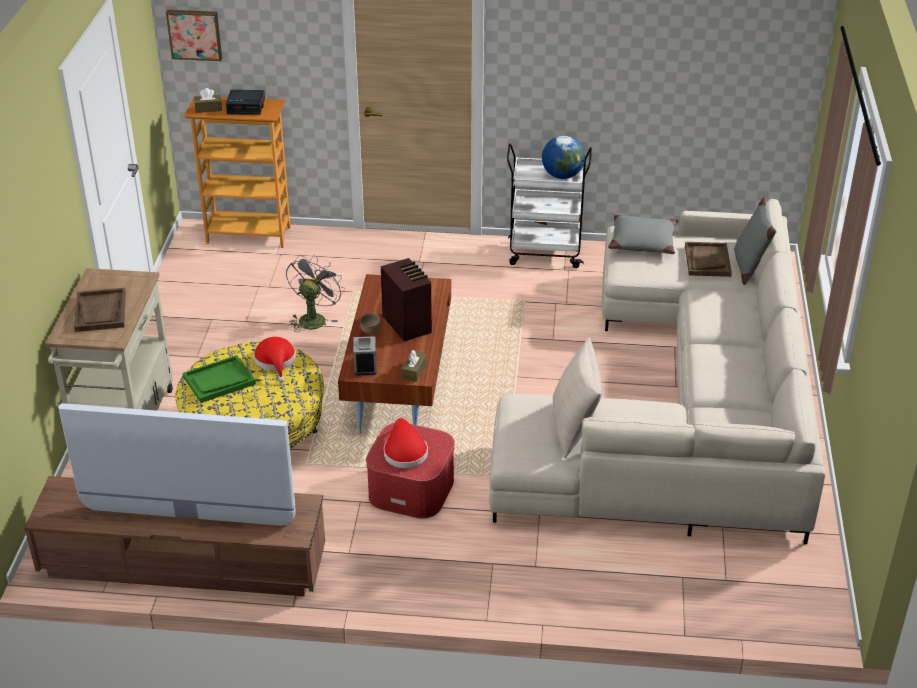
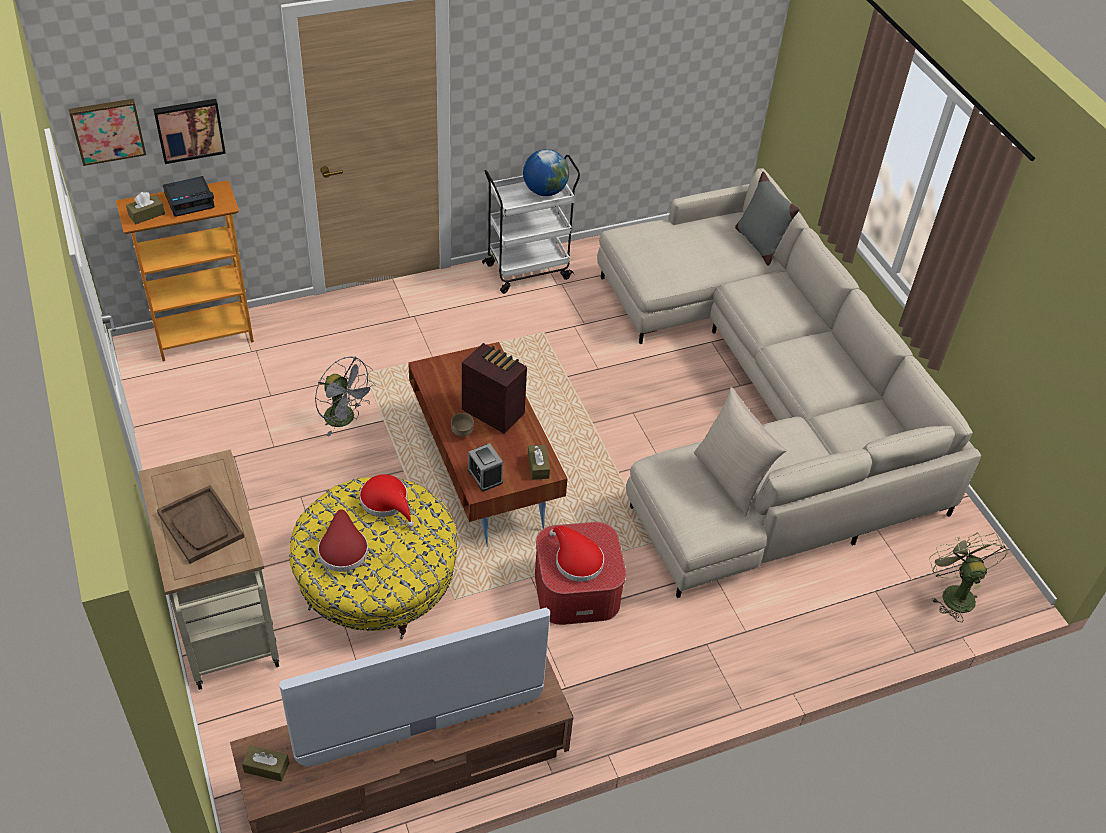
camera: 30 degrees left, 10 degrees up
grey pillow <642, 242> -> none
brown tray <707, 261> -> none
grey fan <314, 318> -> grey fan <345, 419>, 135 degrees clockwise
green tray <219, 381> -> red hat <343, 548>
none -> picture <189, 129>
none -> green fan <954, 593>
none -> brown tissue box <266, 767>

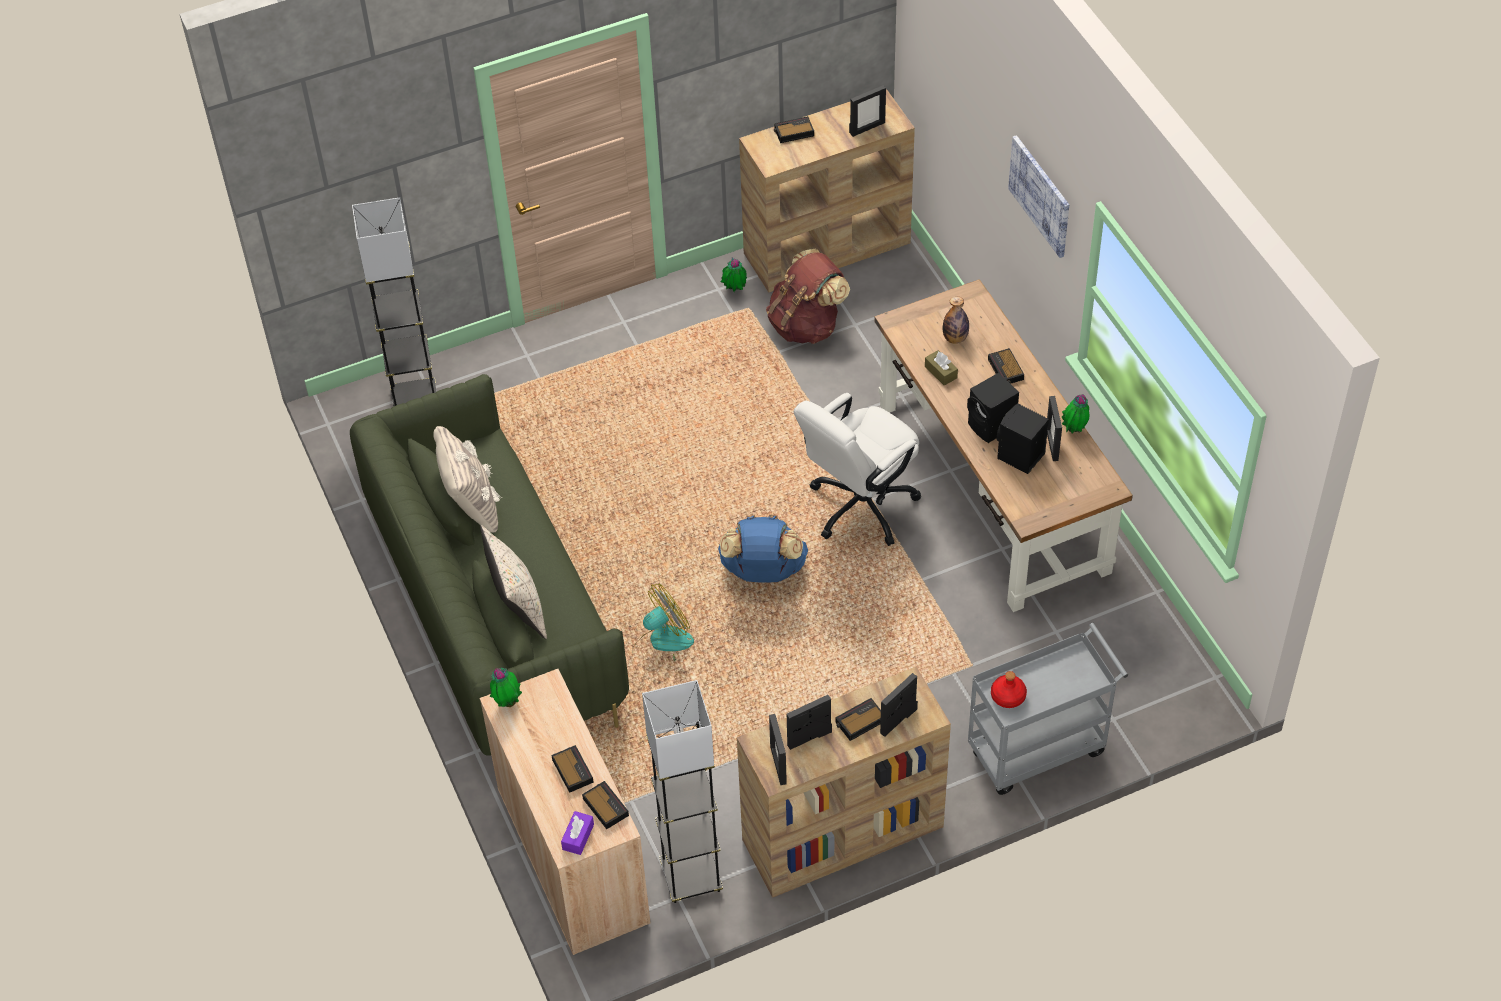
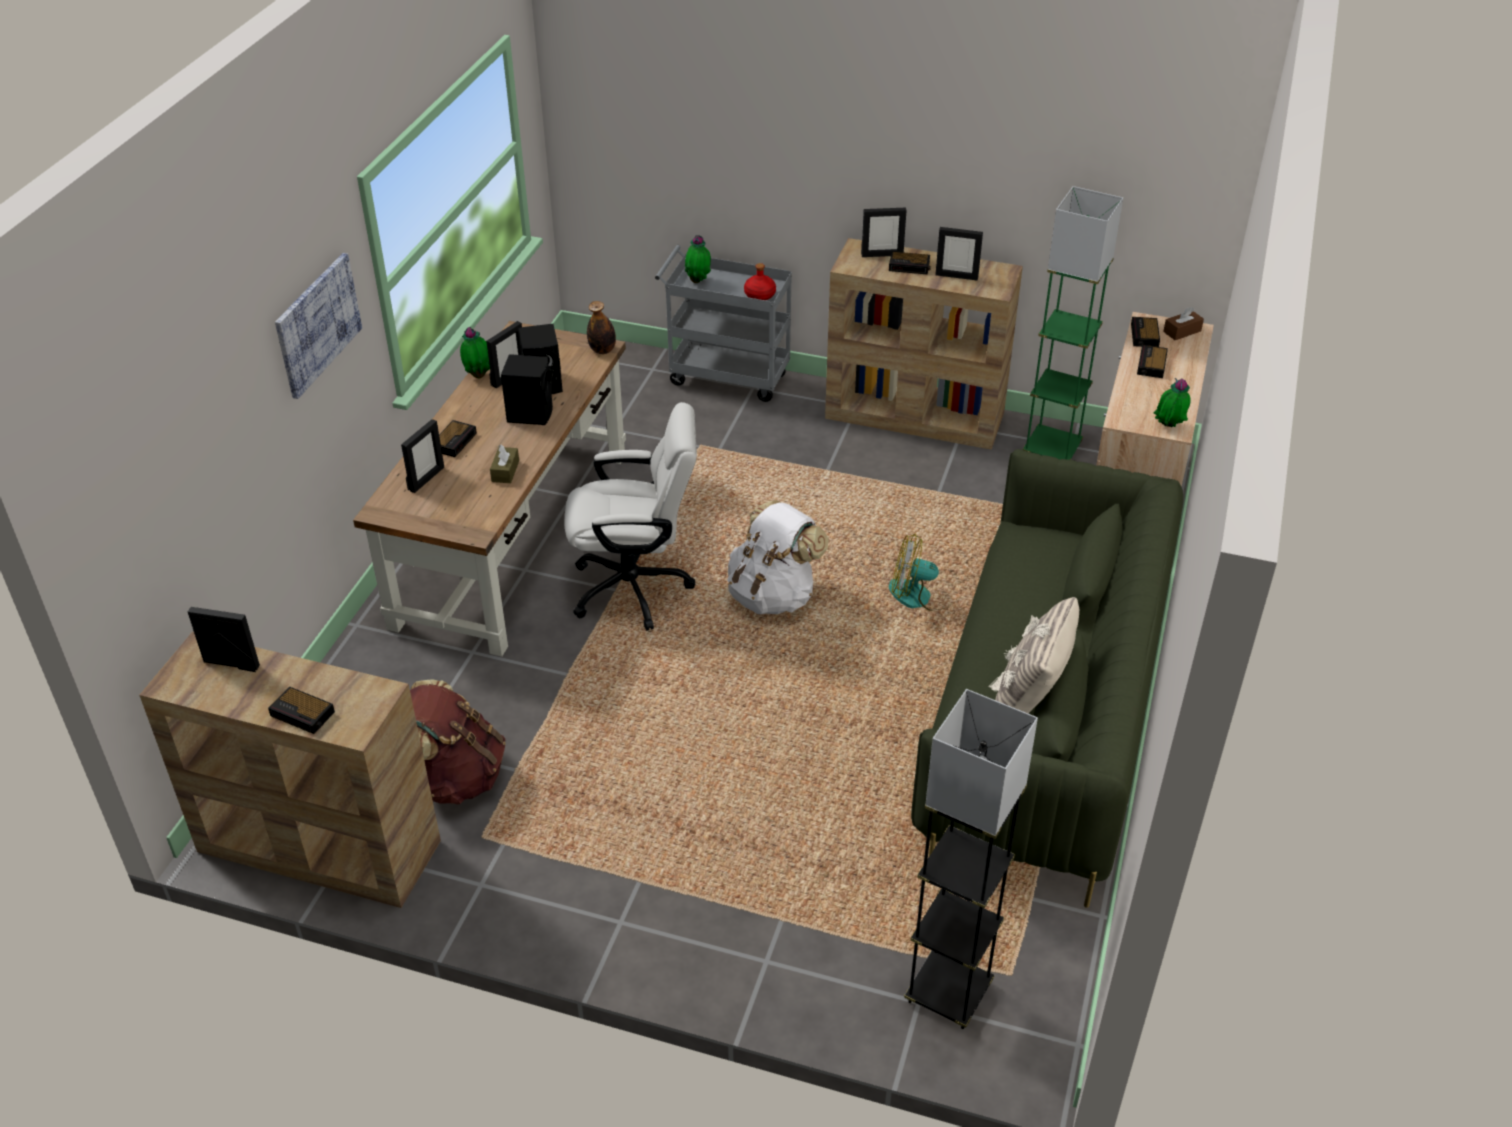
camera: 140 degrees left, 10 degrees down
potted plant <734, 291> -> potted plant <698, 281>, moved
bottle <955, 338> -> bottle <602, 350>, moved
blue backpack <763, 571> -> white backpack <773, 595>
beige pillow <518, 607> -> none
grey floor lamp <691, 877> -> green floor lamp <1051, 450>
picture frame <779, 765> -> picture frame <426, 478>, moved
purple tissue box <578, 837> -> brown tissue box <1182, 331>

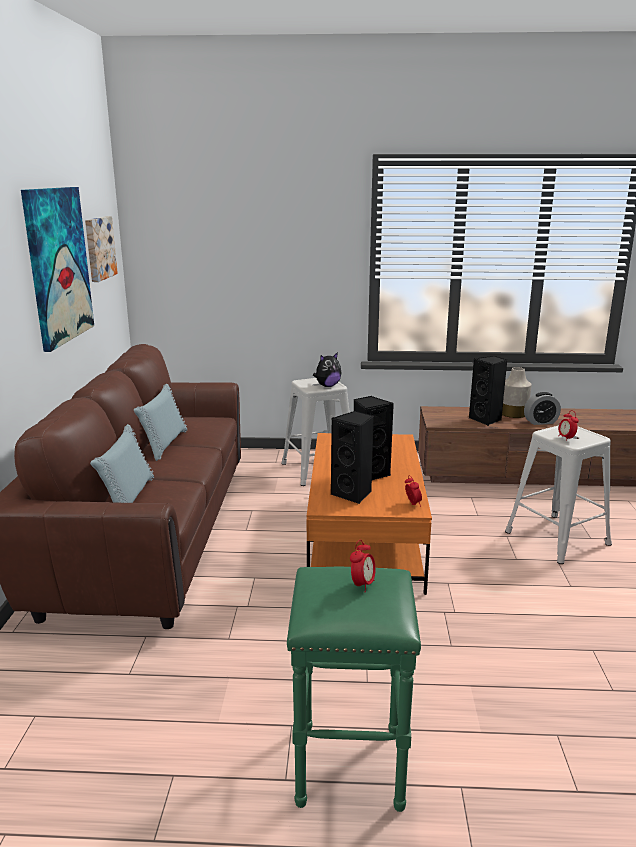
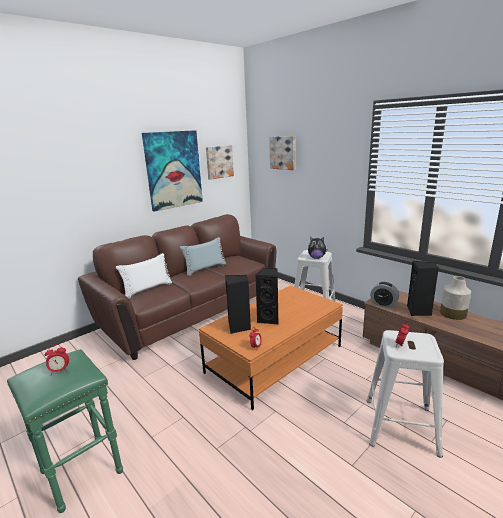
camera: 45 degrees right, 0 degrees up
alarm clock <540, 422> -> alarm clock <383, 304>, moved
blue pillow <128, 498> -> white pillow <147, 289>
none -> picture <283, 152>

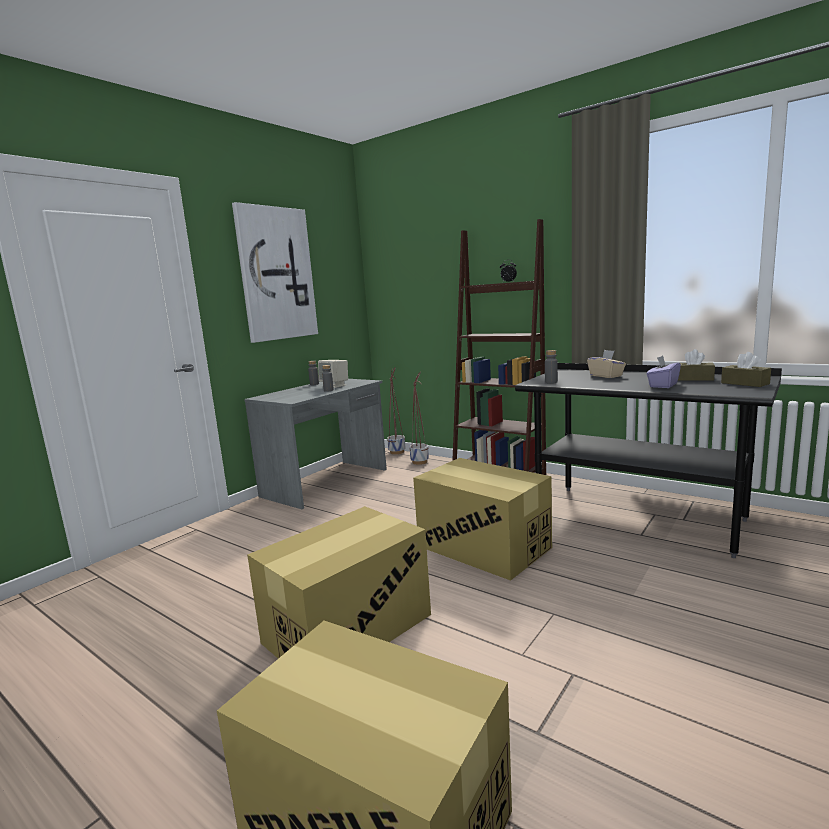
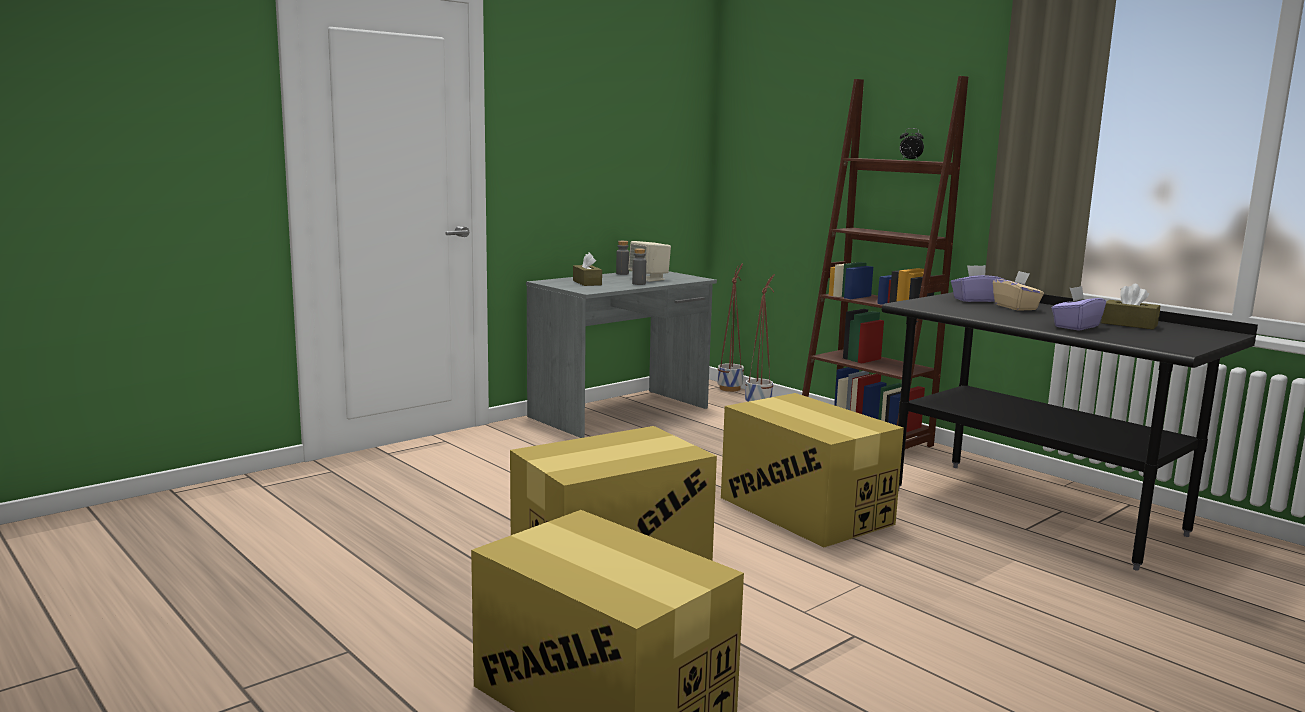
camera: 10 degrees right, 0 degrees up
picture <276, 274> -> none
grey bottle <551, 382> -> none
brown tissue box <745, 383> -> brown tissue box <587, 283>, moved
none -> purple tissue box <974, 300>

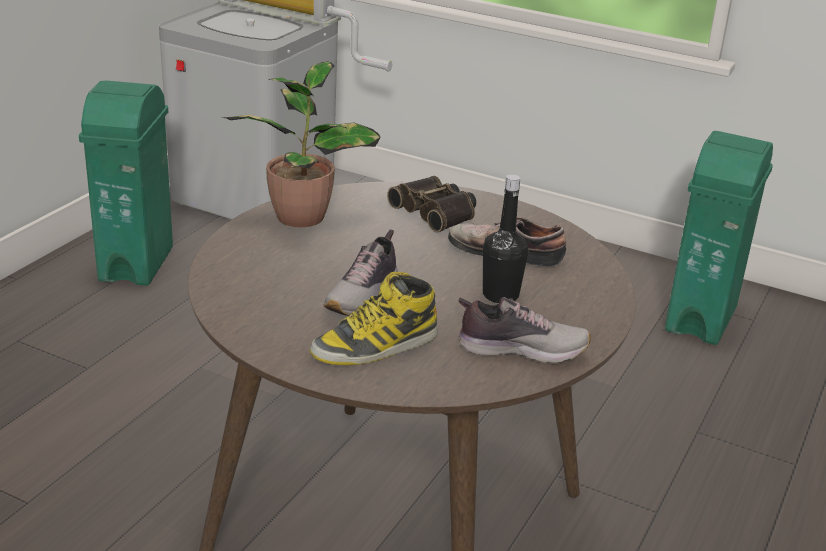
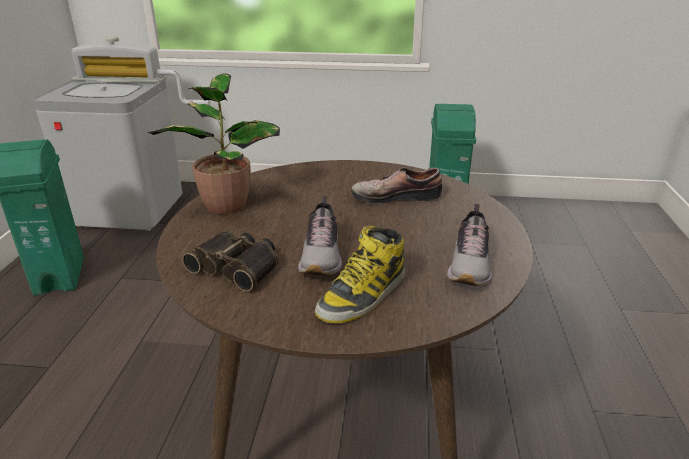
camera: 20 degrees left, 0 degrees up
black bottle <500, 295> -> none
binoculars <436, 212> -> binoculars <238, 266>, moved
shoe <521, 348> -> shoe <470, 265>, 120 degrees clockwise

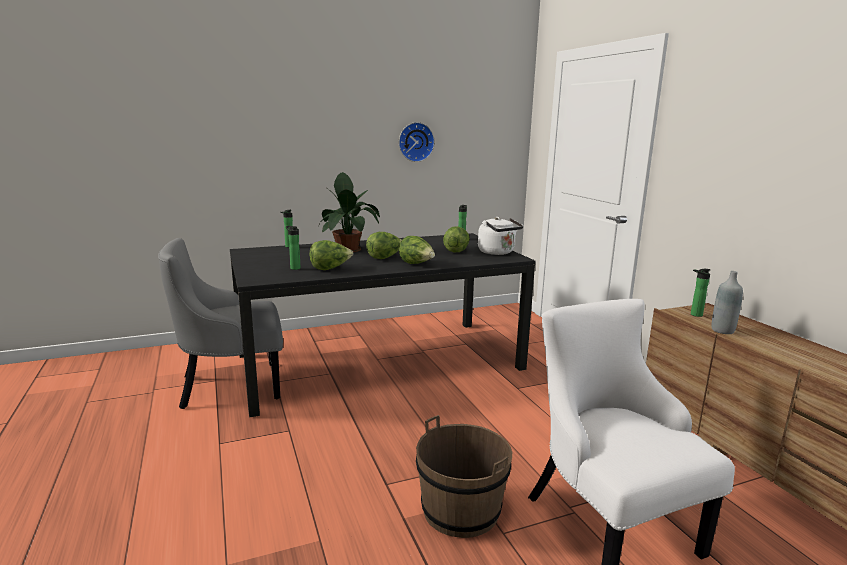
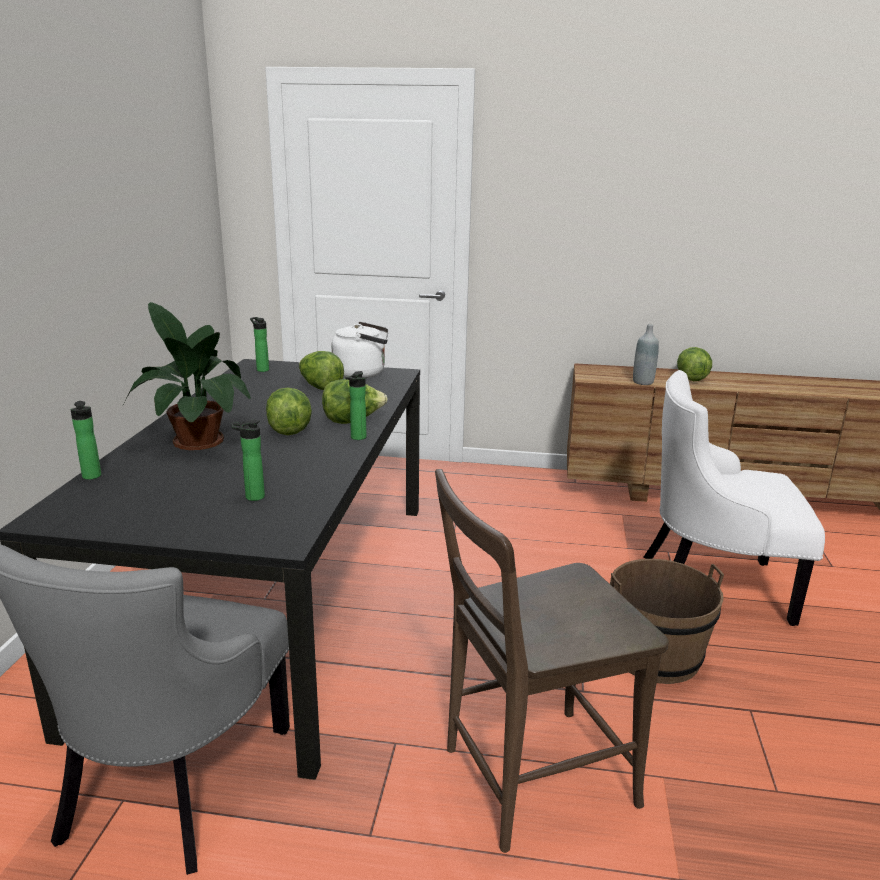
camera: 60 degrees left, 5 degrees up
wall clock <415, 142> -> none
lettuce <330, 268> -> lettuce <690, 378>, moved
bottle <694, 315> -> bottle <357, 438>, moved
none -> brown chair <529, 778>

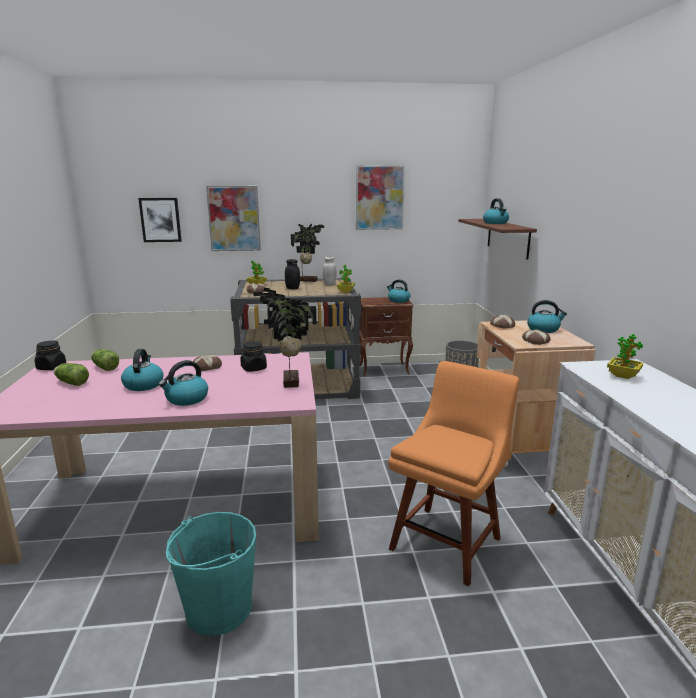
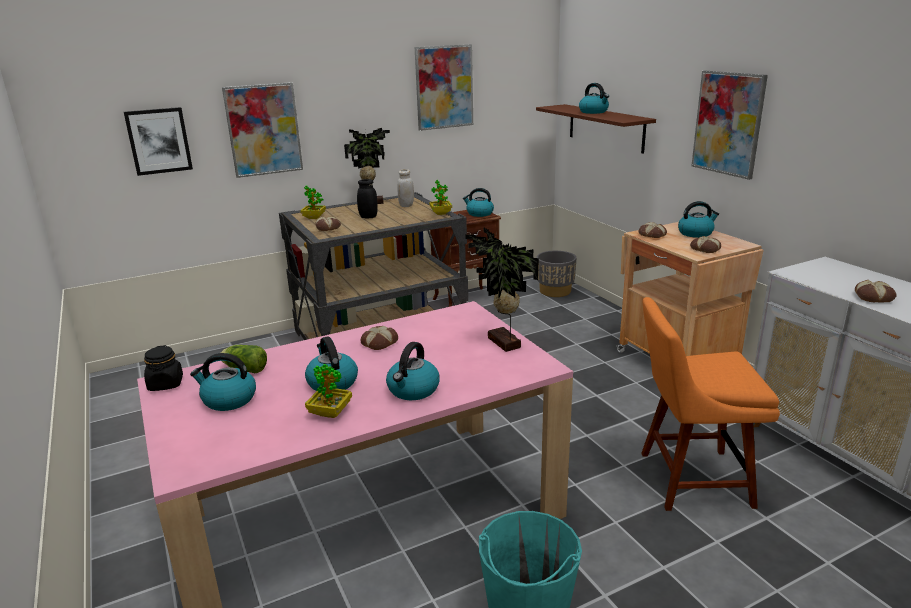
camera: 20 degrees left, 5 degrees up
potted plant <623, 376> -> potted plant <330, 413>, moved
black jar <254, 368> -> none
orange chair <448, 540> -> orange chair <689, 479>, 105 degrees counterclockwise
lettuce <71, 382> -> kettle <228, 400>
none -> picture <728, 123>
none -> bread <874, 297>

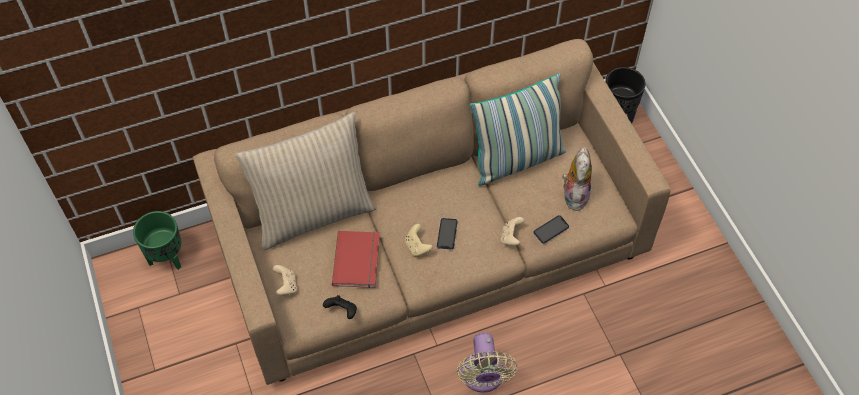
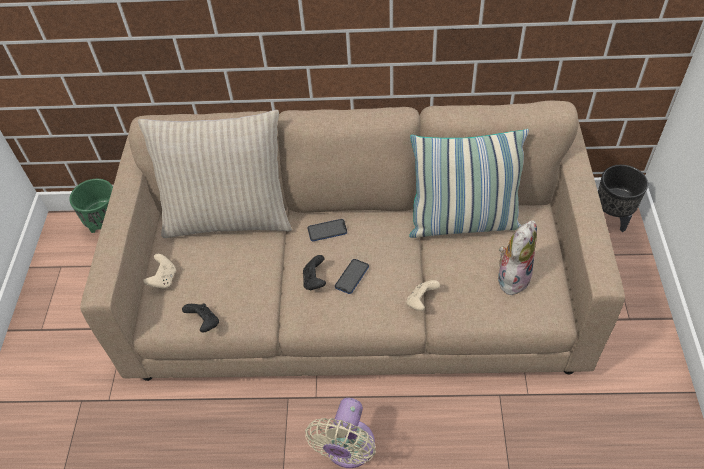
camera: 25 degrees right, 5 degrees down
phone <551, 230> -> phone <327, 231>, moved
beige game controller <417, 247> -> black game controller <315, 280>
red book <358, 260> -> none

